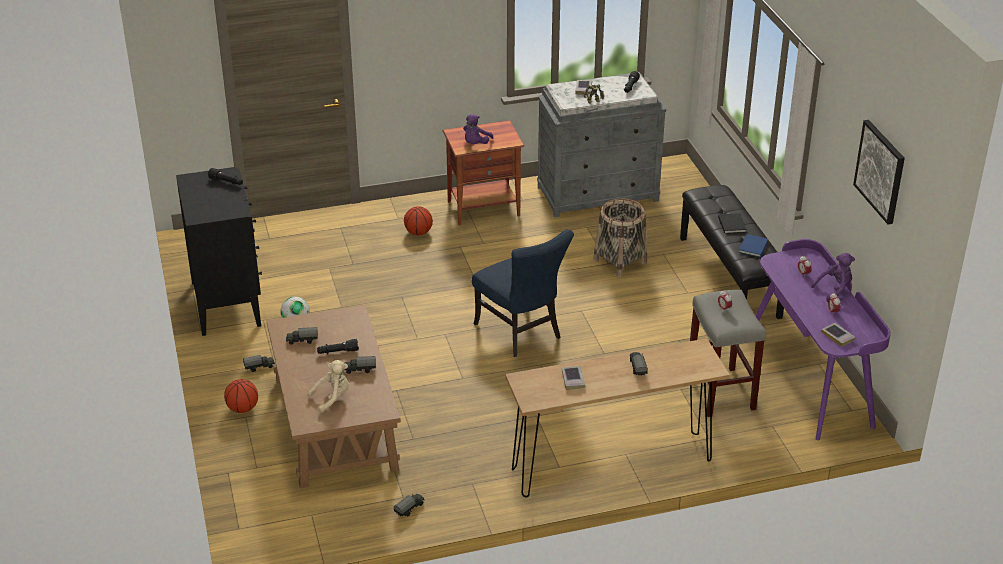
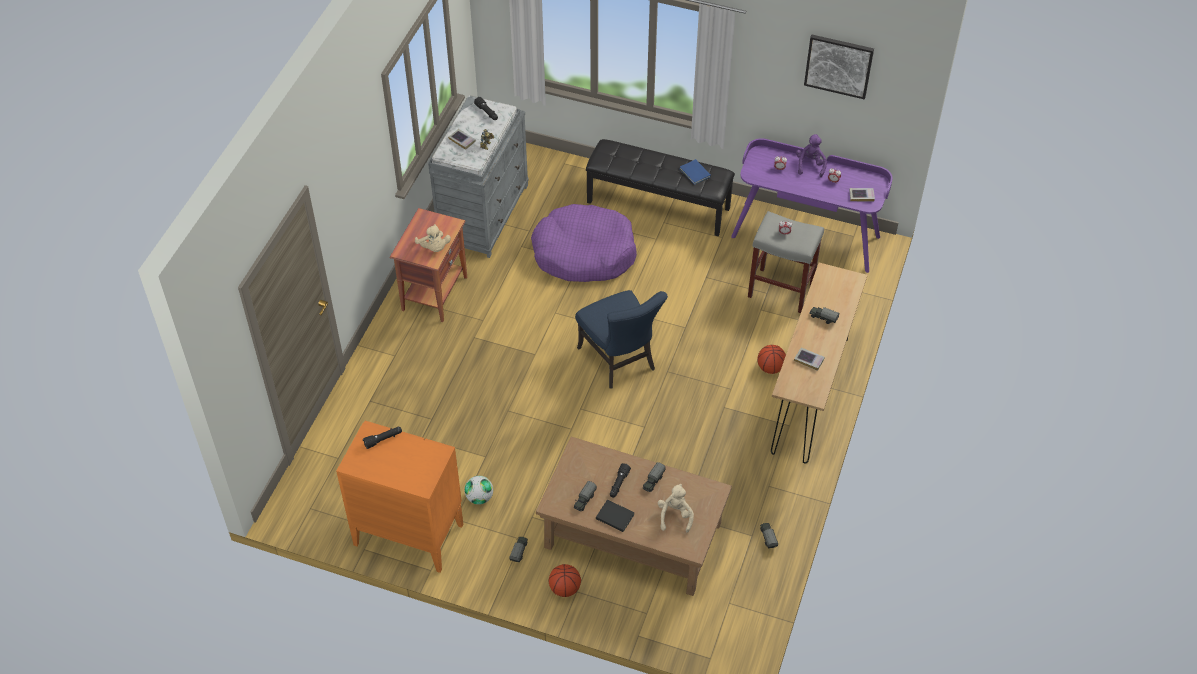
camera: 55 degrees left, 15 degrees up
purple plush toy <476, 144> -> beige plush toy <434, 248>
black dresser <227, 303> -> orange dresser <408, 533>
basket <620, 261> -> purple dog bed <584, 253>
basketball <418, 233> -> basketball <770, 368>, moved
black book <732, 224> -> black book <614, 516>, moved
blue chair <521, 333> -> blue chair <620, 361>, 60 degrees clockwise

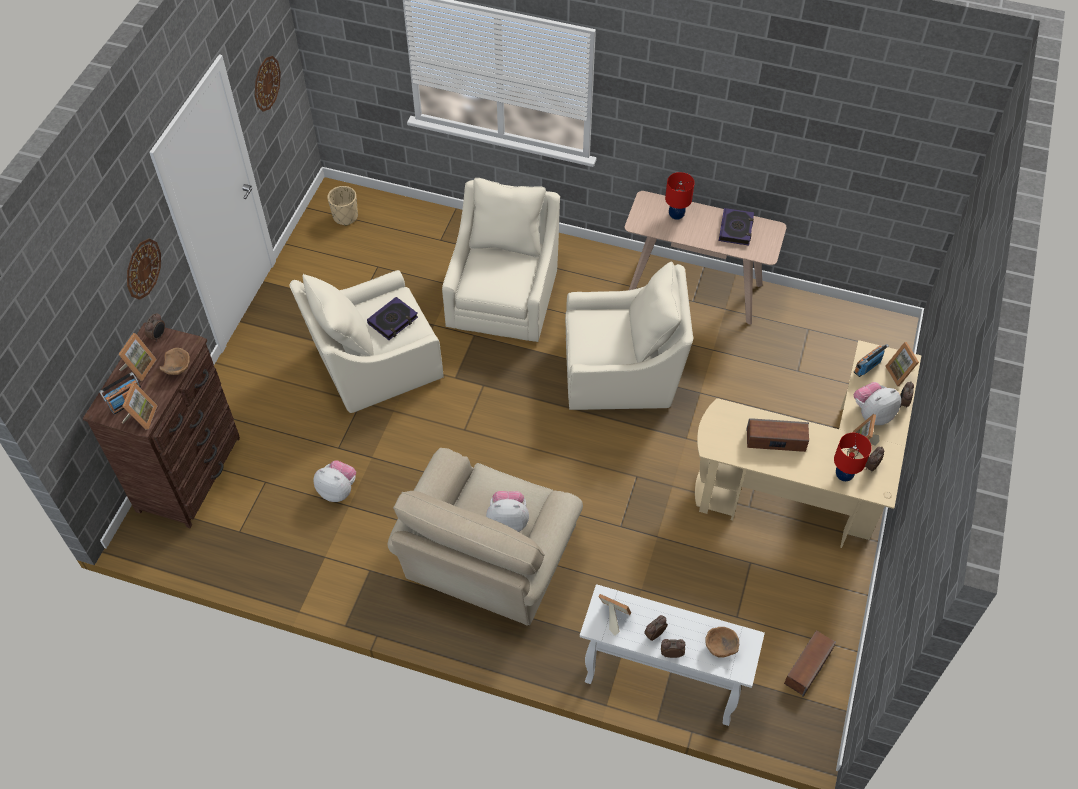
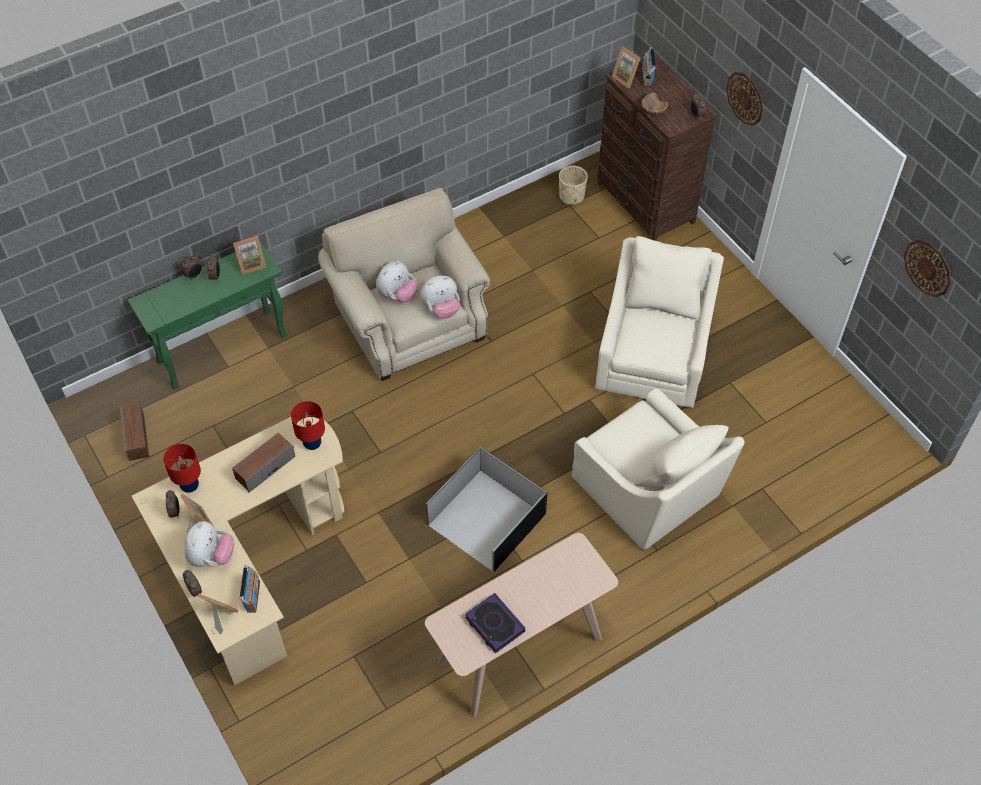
camera: 130 degrees right, 0 degrees up
red table lamp <675, 215> -> red table lamp <313, 443>, moved
beige planter <345, 216> -> beige planter <571, 196>, moved
beige armchair <622, 371> -> black storage box <485, 518>
book <393, 321> -> none
picture frame <139, 367> -> none
plush toy <338, 490> -> plush toy <441, 309>, moved
white console table <660, 682> -> green console table <223, 348>
brown bowl <721, 646> -> none

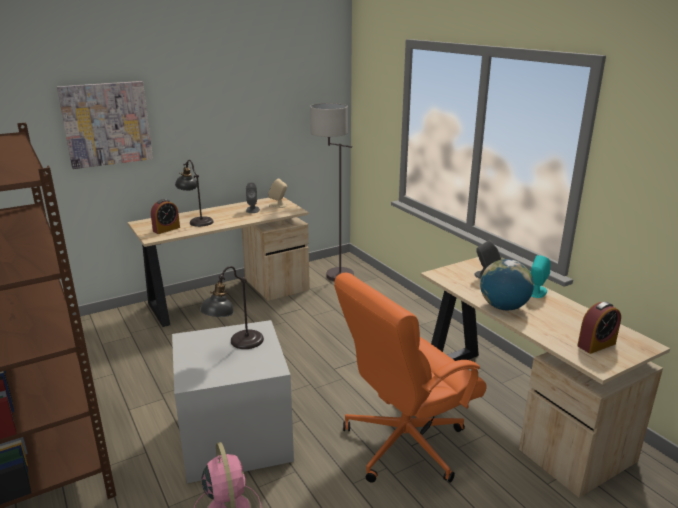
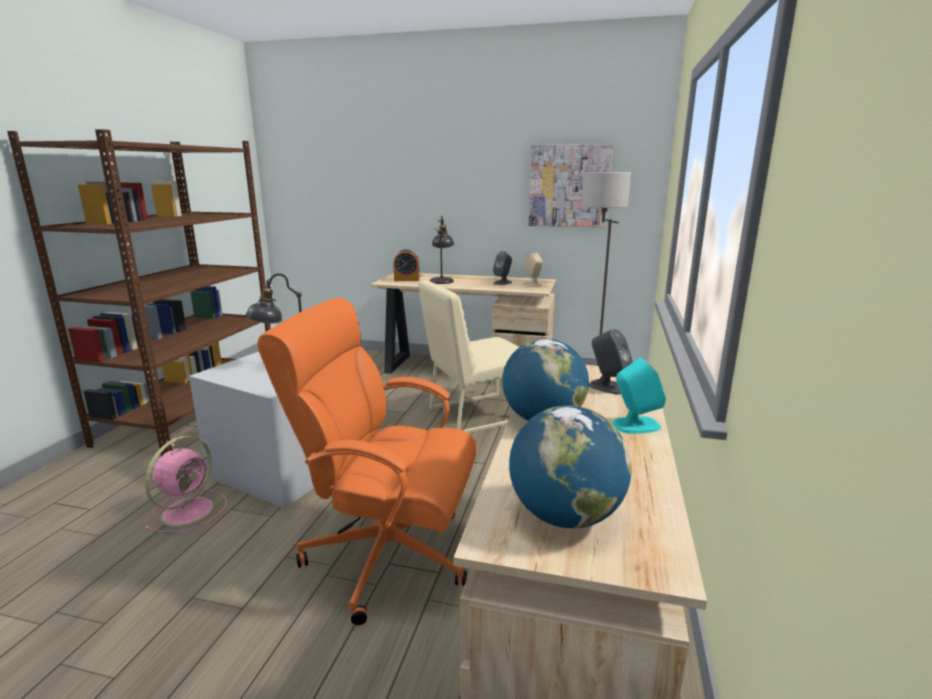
camera: 45 degrees right, 5 degrees down
picture <107, 124> -> picture <569, 186>, moved
alarm clock <596, 345> -> globe <565, 516>
none -> beige chair <475, 414>

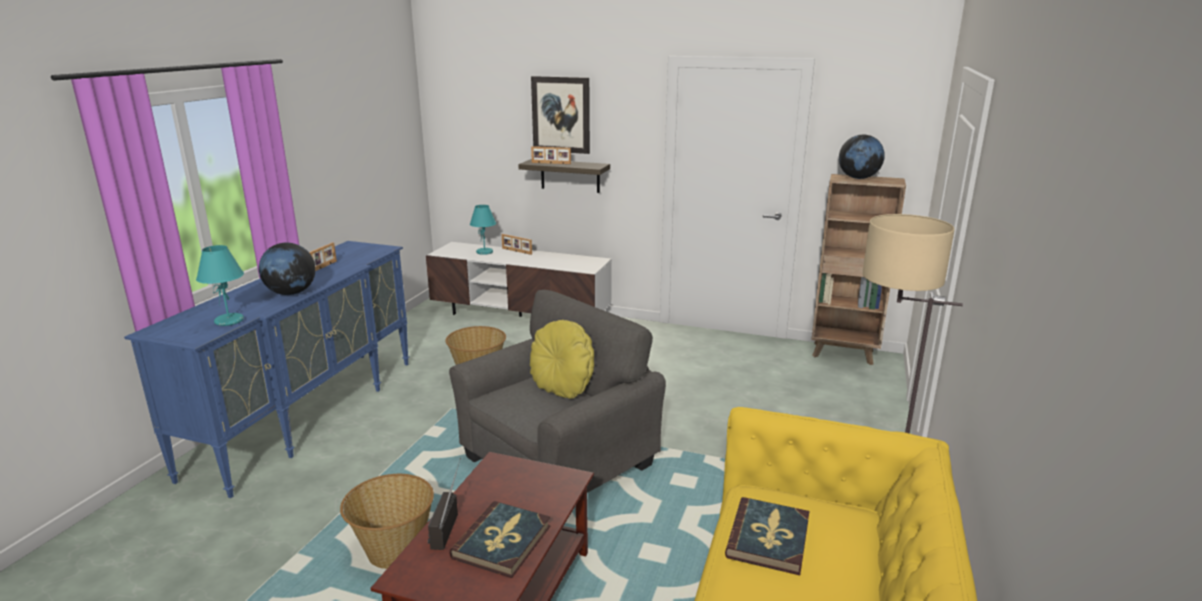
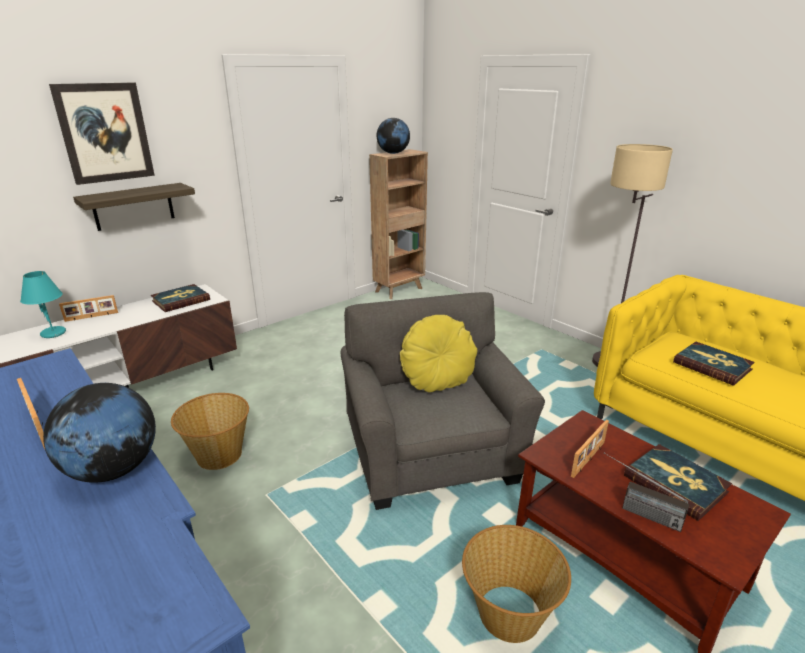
camera: 60 degrees left, 5 degrees up
picture frame <551, 163> -> picture frame <589, 459>, moved
turquoise table lamp <229, 321> -> none
none -> book <181, 300>

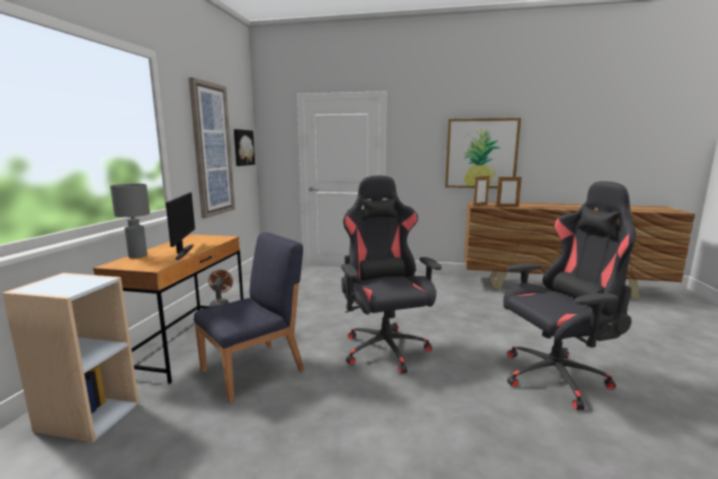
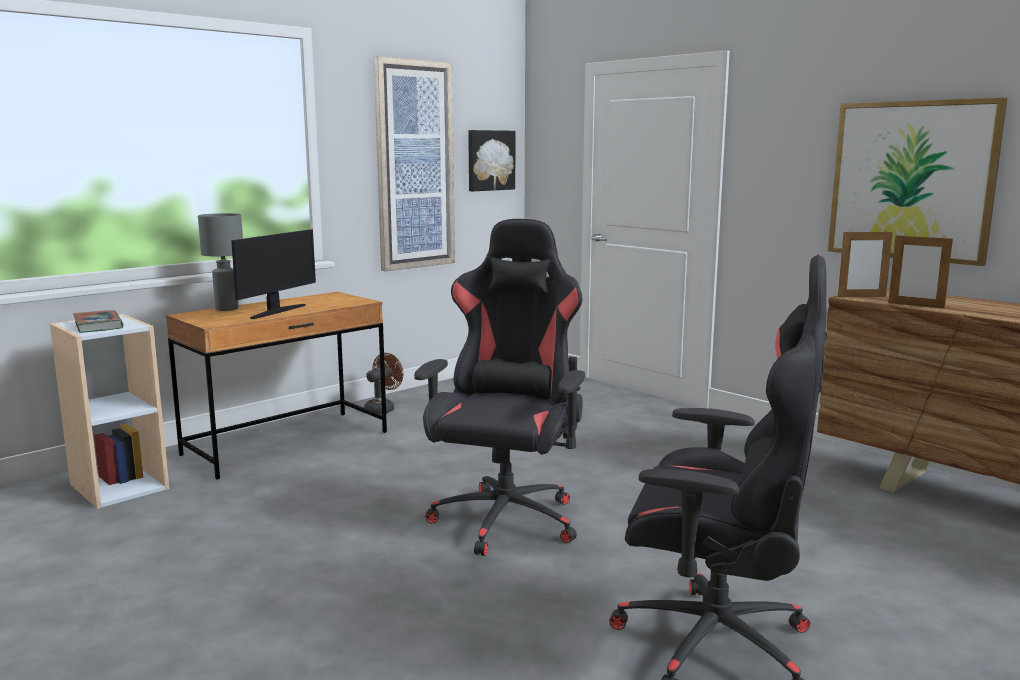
camera: 35 degrees right, 0 degrees up
blue chair <254, 370> -> none
none -> book <98, 325>

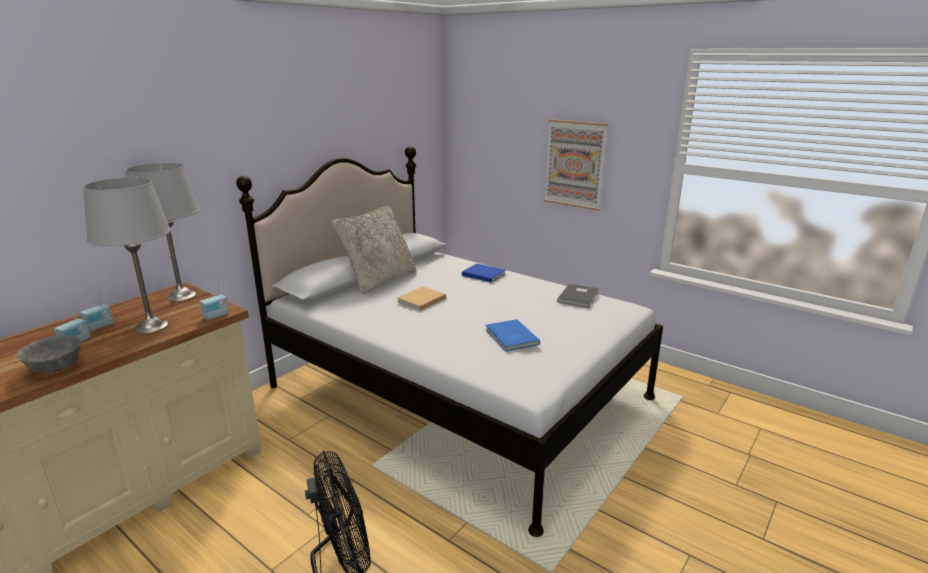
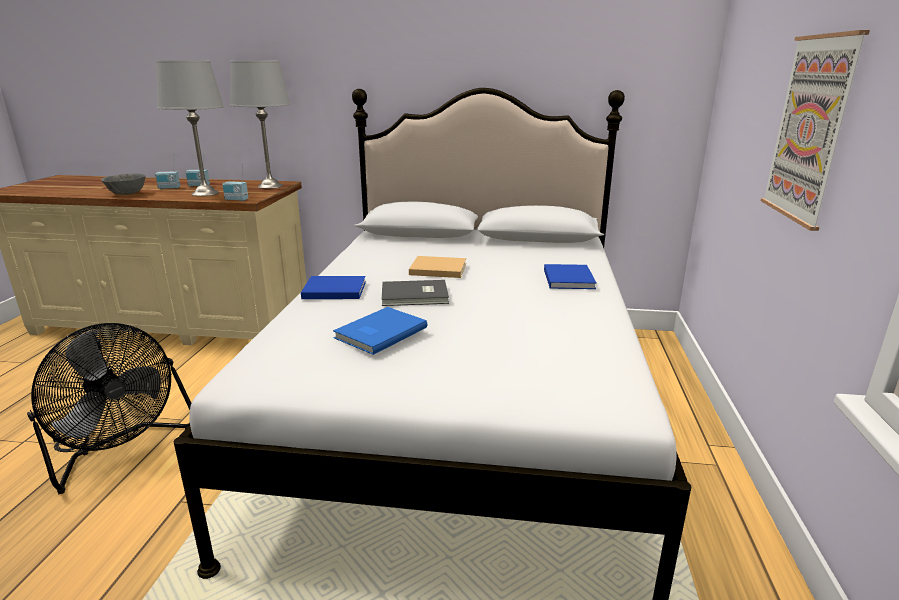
camera: 60 degrees right, 0 degrees up
beige pillow <379, 279> -> none
grey book <579, 297> -> grey book <415, 296>, moved
none -> blue book <332, 290>

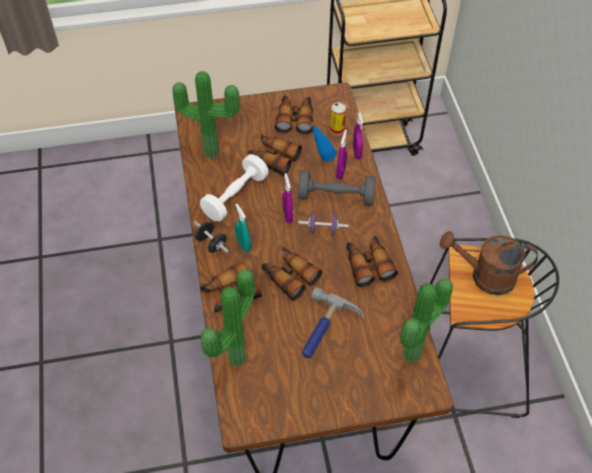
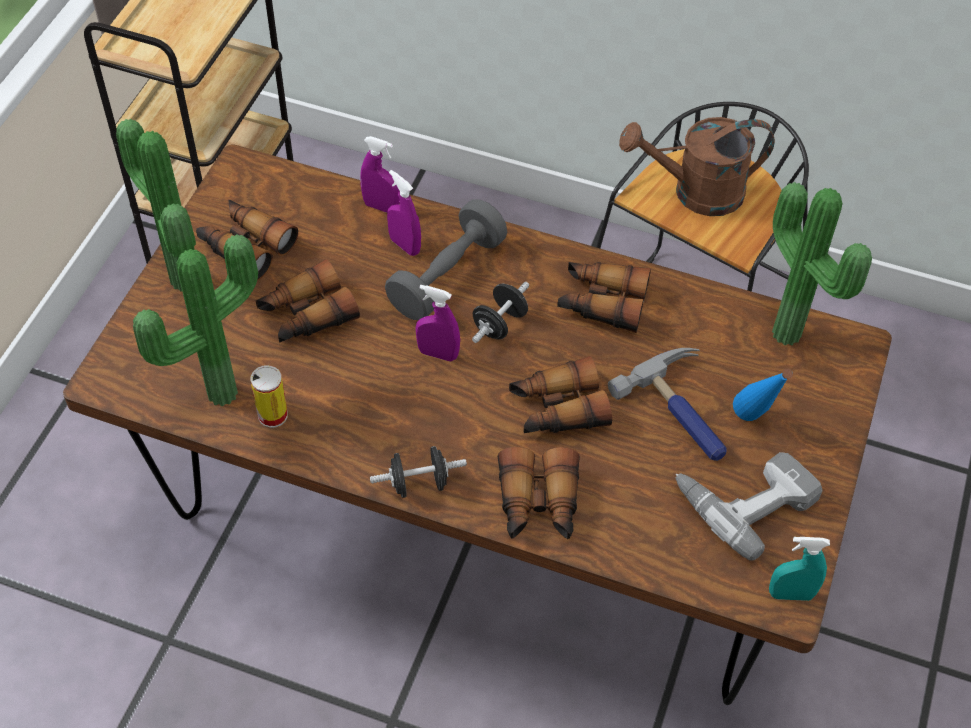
camera: 60 degrees left, 0 degrees up
can <337, 129> -> can <273, 415>, moved
blue bottle <321, 161> -> blue bottle <753, 424>, moved
white dumbbell <235, 196> -> none
turquoise spray bottle <243, 245> -> turquoise spray bottle <791, 594>, moved
purple dumbbell <323, 230> -> black dumbbell <499, 324>
brown watering can <484, 276> -> brown watering can <695, 193>, 45 degrees clockwise
potted plant <234, 357> -> potted plant <179, 283>, moved
none -> power drill <744, 499>

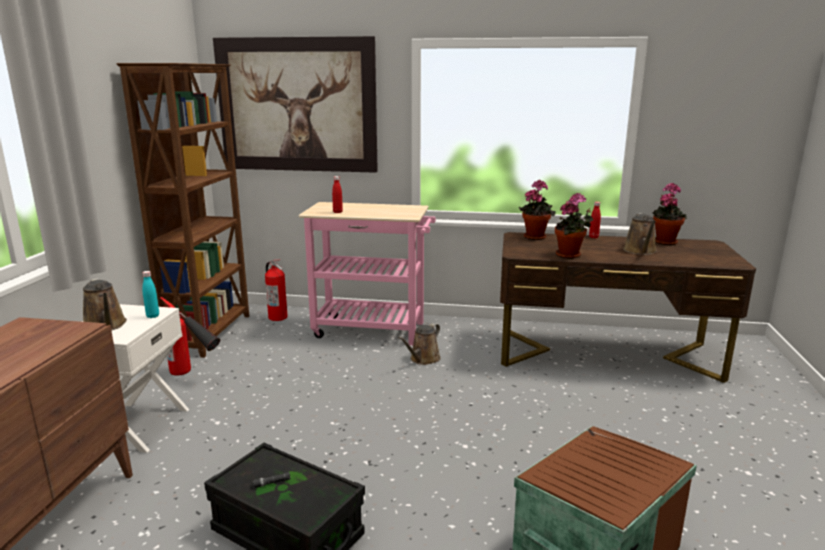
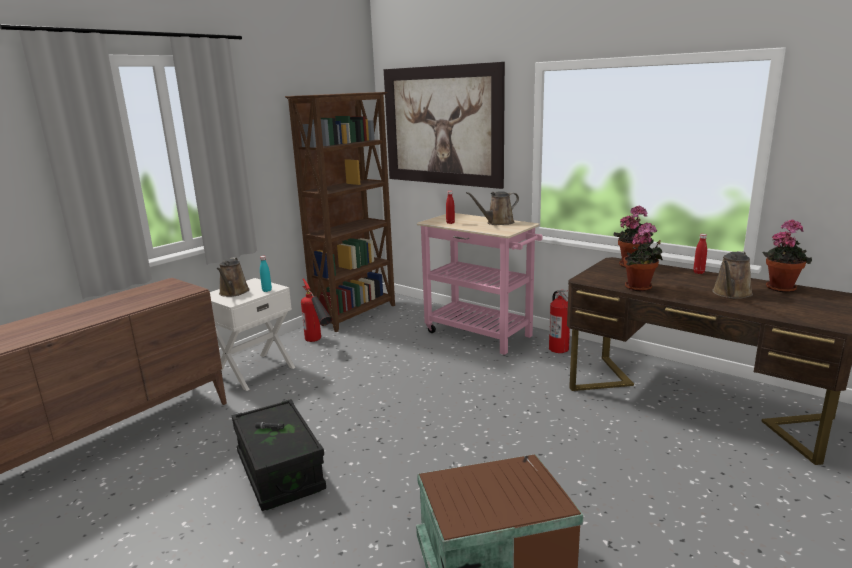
camera: 30 degrees right, 0 degrees up
fire extinguisher <278, 317> -> fire extinguisher <558, 349>, moved
brown watering can <423, 359> -> brown watering can <497, 223>, moved

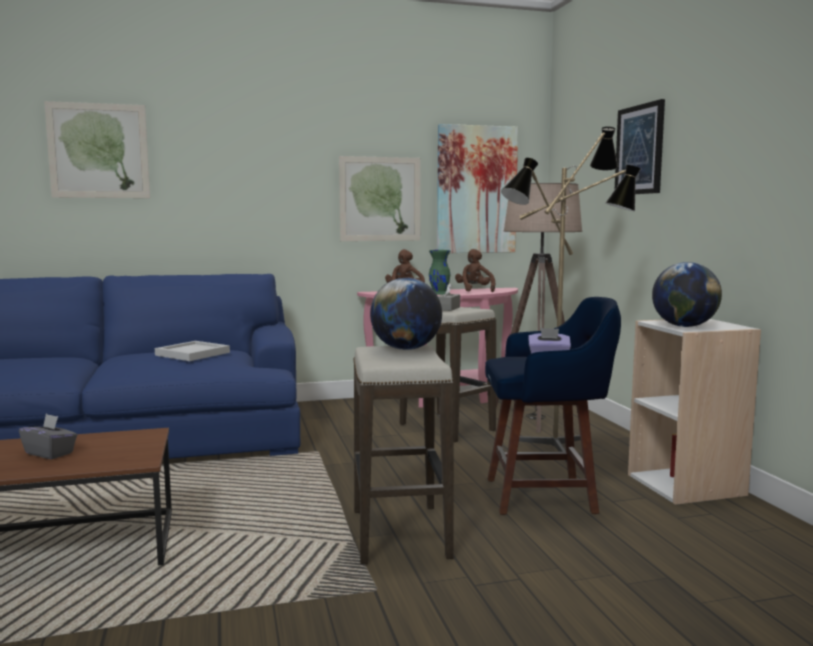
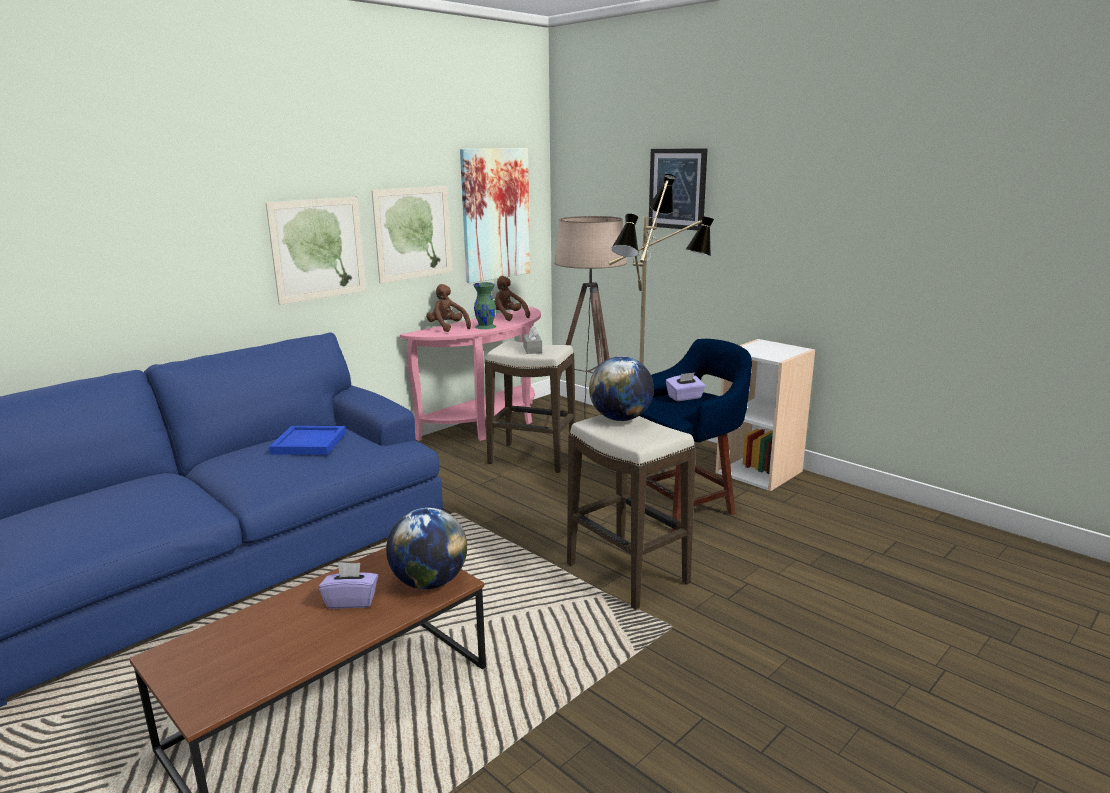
camera: 30 degrees left, 10 degrees up
picture <98, 151> -> picture <318, 249>, moved
globe <684, 326> -> globe <429, 582>, moved
white tray <193, 353> -> blue tray <308, 443>
grey tissue box <50, 453> -> purple tissue box <351, 601>

